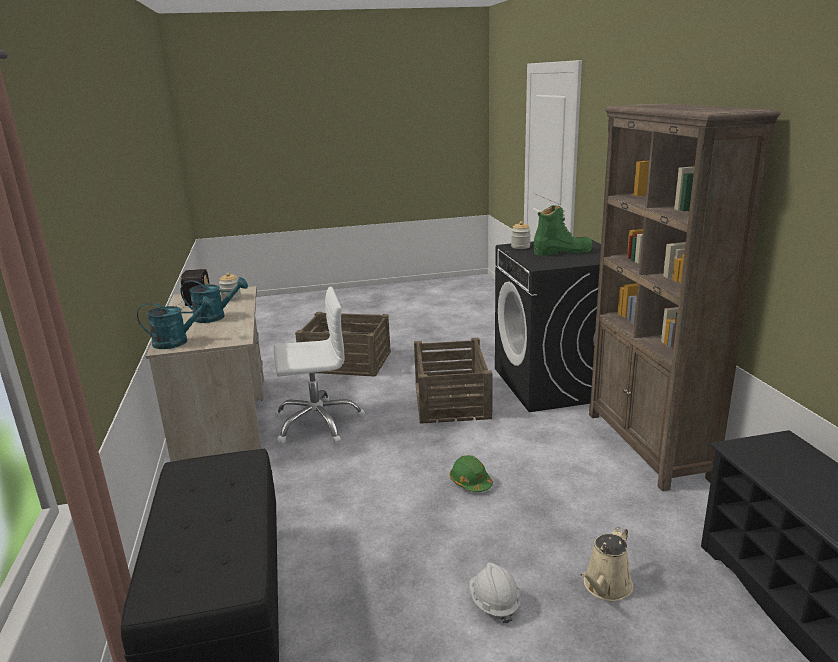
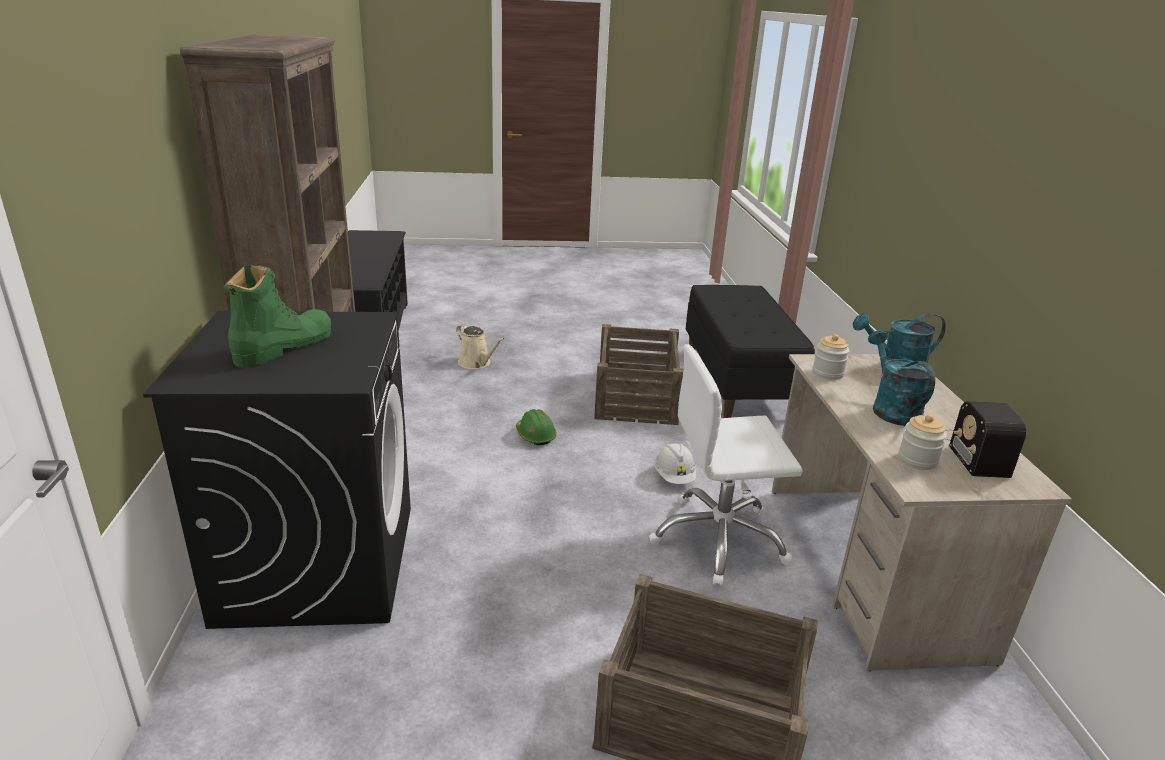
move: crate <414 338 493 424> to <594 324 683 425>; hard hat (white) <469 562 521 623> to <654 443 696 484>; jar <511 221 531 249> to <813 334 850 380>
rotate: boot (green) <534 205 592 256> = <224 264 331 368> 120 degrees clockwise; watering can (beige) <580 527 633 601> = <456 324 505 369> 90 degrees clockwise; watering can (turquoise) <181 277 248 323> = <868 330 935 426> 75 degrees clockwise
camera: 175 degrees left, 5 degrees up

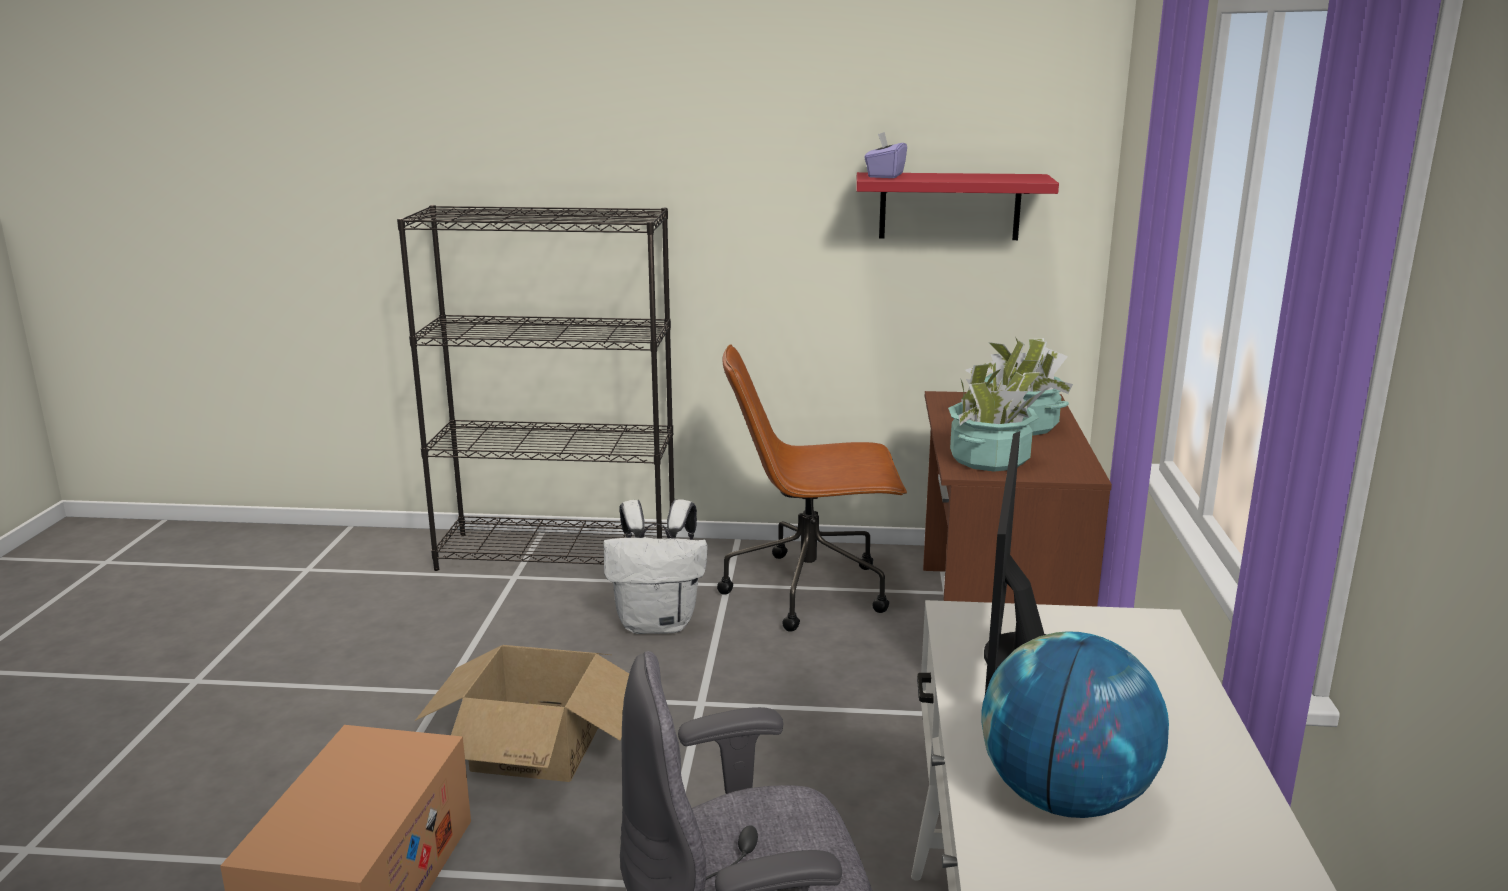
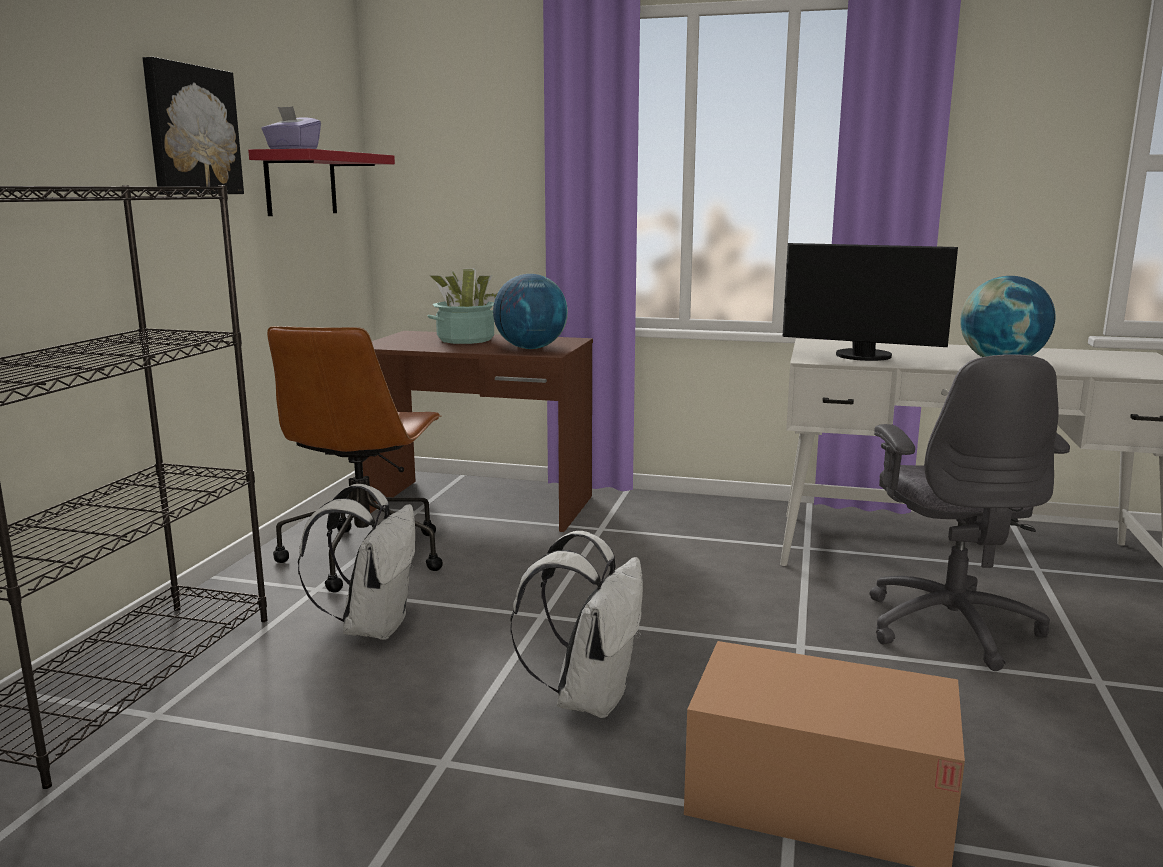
insert: picture <143 57 244 195>
replace: potted plant <948 363 1049 472> to globe <493 274 568 349>; cardboard box <415 645 629 782> to backpack (white) <510 531 643 718>
camera: 80 degrees left, 5 degrees down

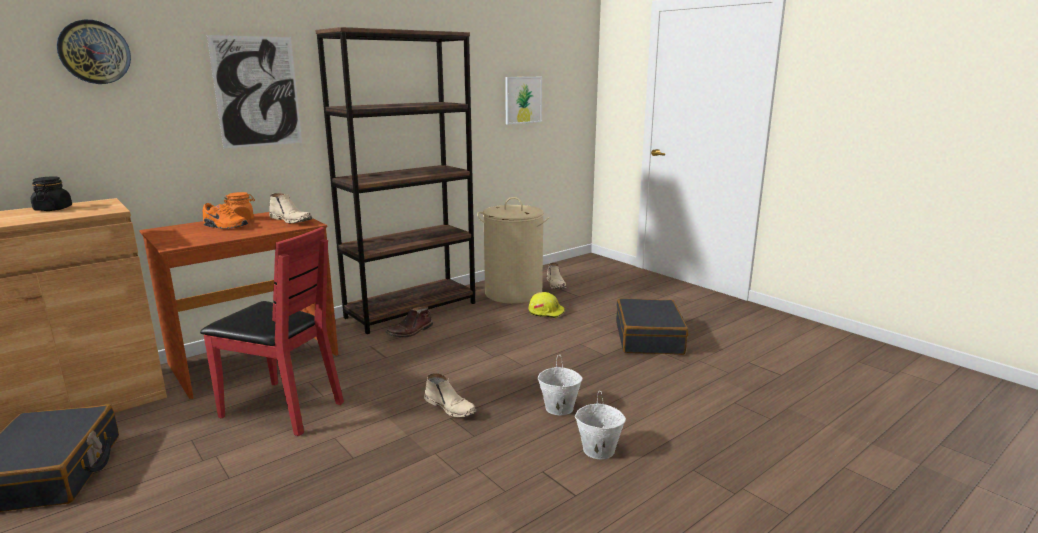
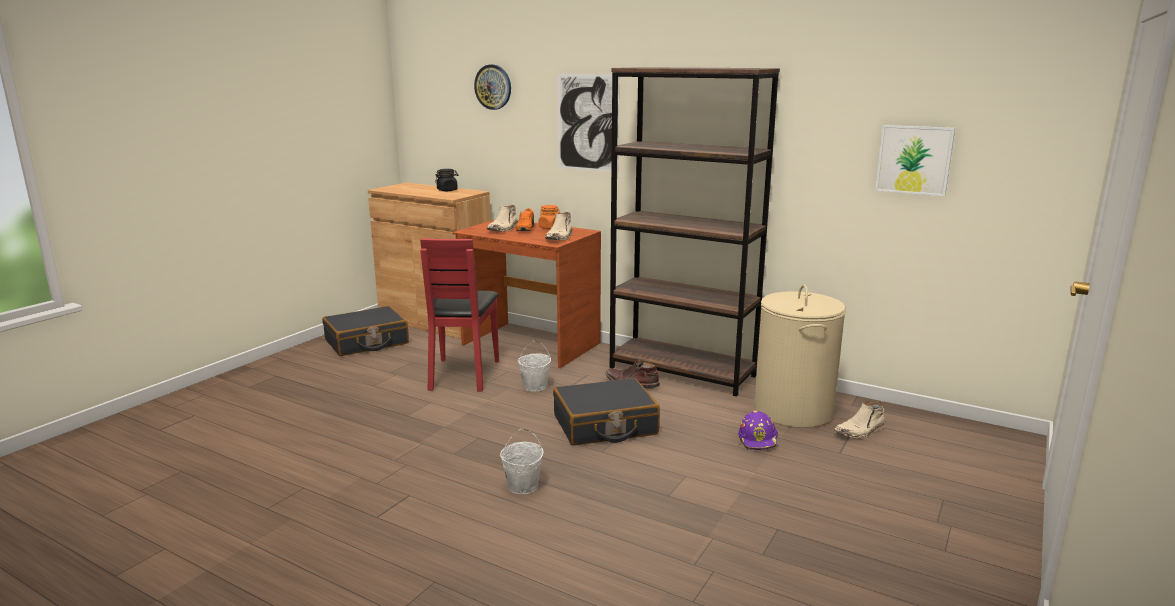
move: boot (beige) <424 373 477 417> to <487 205 518 232>; bucket (white) <575 391 626 459> to <518 341 551 392>; suitcase (black) <616 298 688 355> to <553 378 660 445>
recolor: hard hat (yellow) <528 292 565 318> to hard hat (purple) <738 410 778 450>
camera: 70 degrees right, 0 degrees up

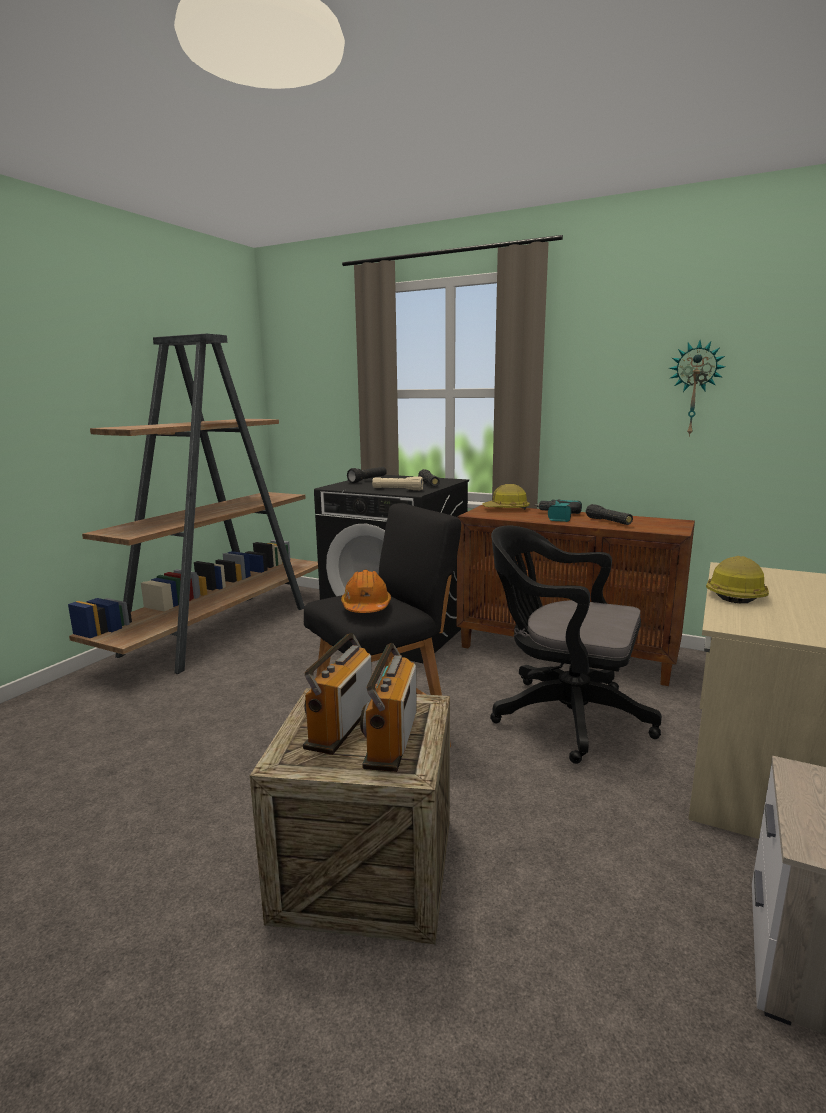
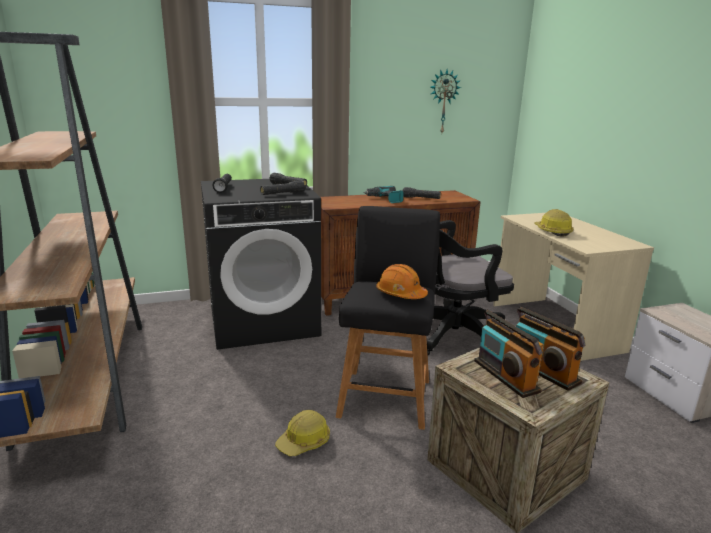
move: hard hat <483 484 530 510> to <275 410 330 456>
recolor: flashlight (beige) <372 476 424 490> to flashlight (black) <260 180 305 195>
camera: 45 degrees left, 5 degrees up

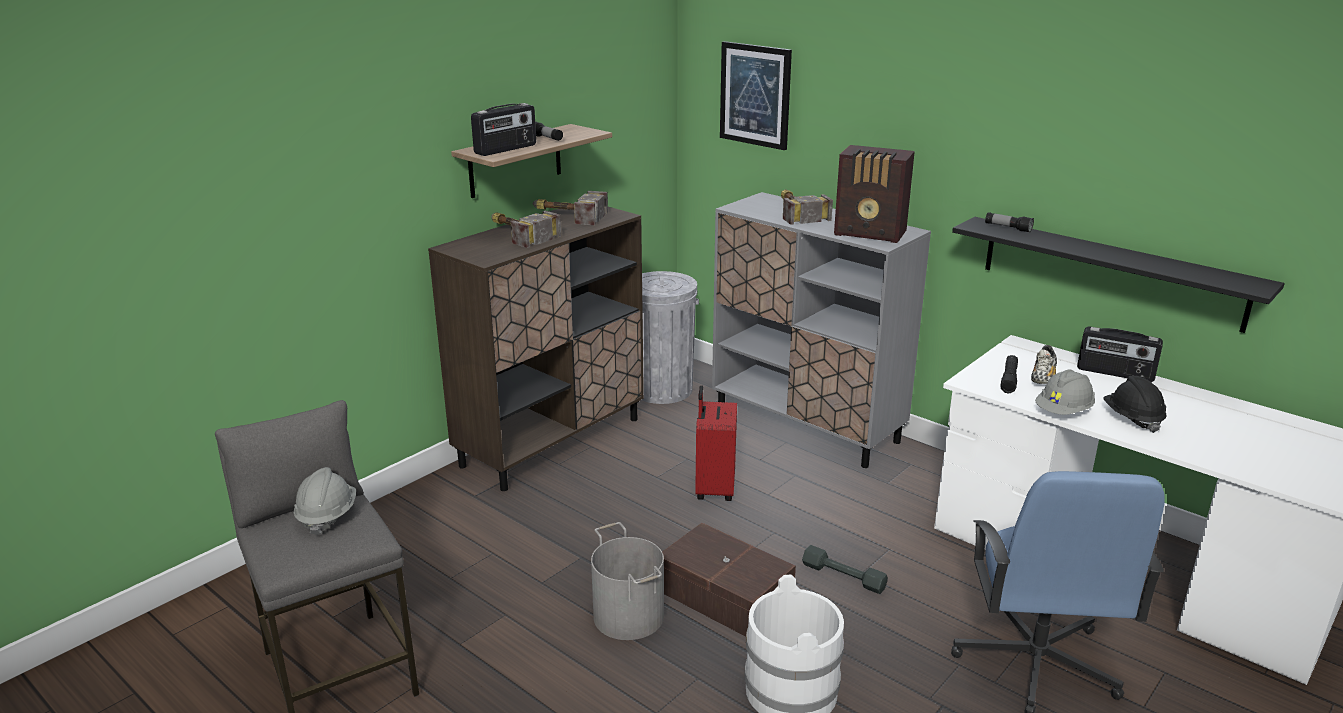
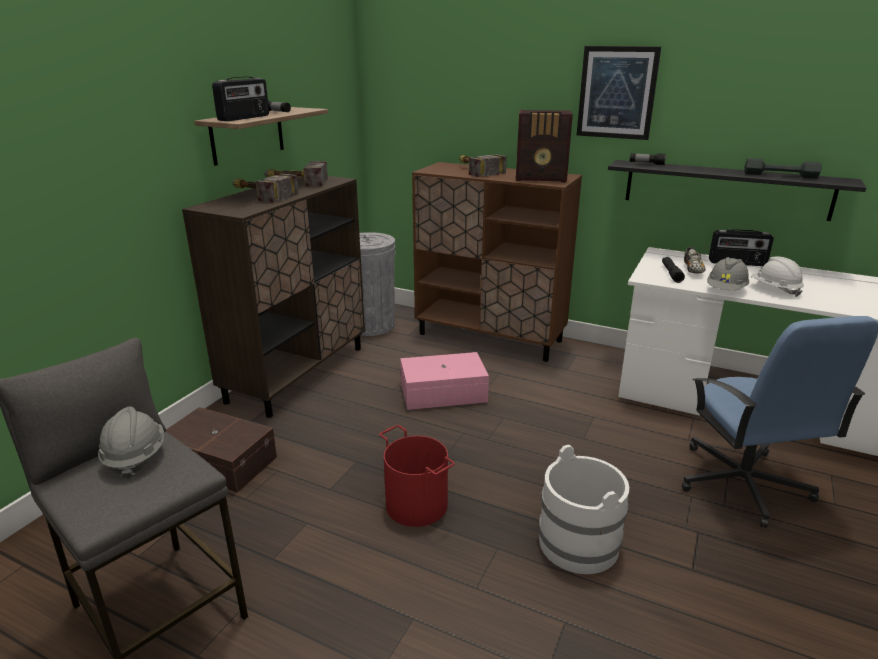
move: storage box (brown) <662 523 796 637> to <166 407 277 493>; picture <720 41 792 150> to <577 46 661 140>; dumbbell (grey) <802 545 888 594> to <744 158 822 178>
replace: suitcase (red) <695 386 737 501> to storage box (pink) <400 352 489 410>
recolor: bucket (grey) <591 522 664 640> to bucket (red) <379 425 455 527>; cabinet (grey) <712 192 931 468> to cabinet (brown) <412 162 582 362>; hard hat (black) <1103 376 1167 433> to hard hat (white) <751 256 804 297>
camera: 15 degrees left, 0 degrees up

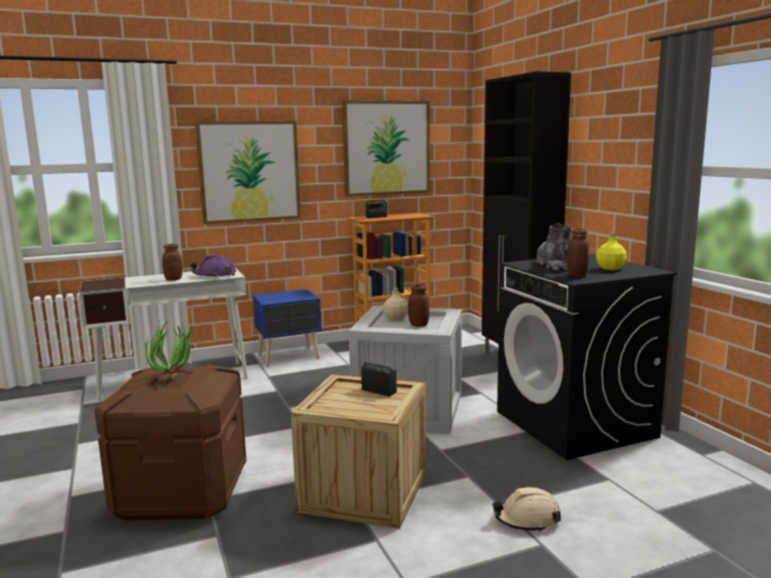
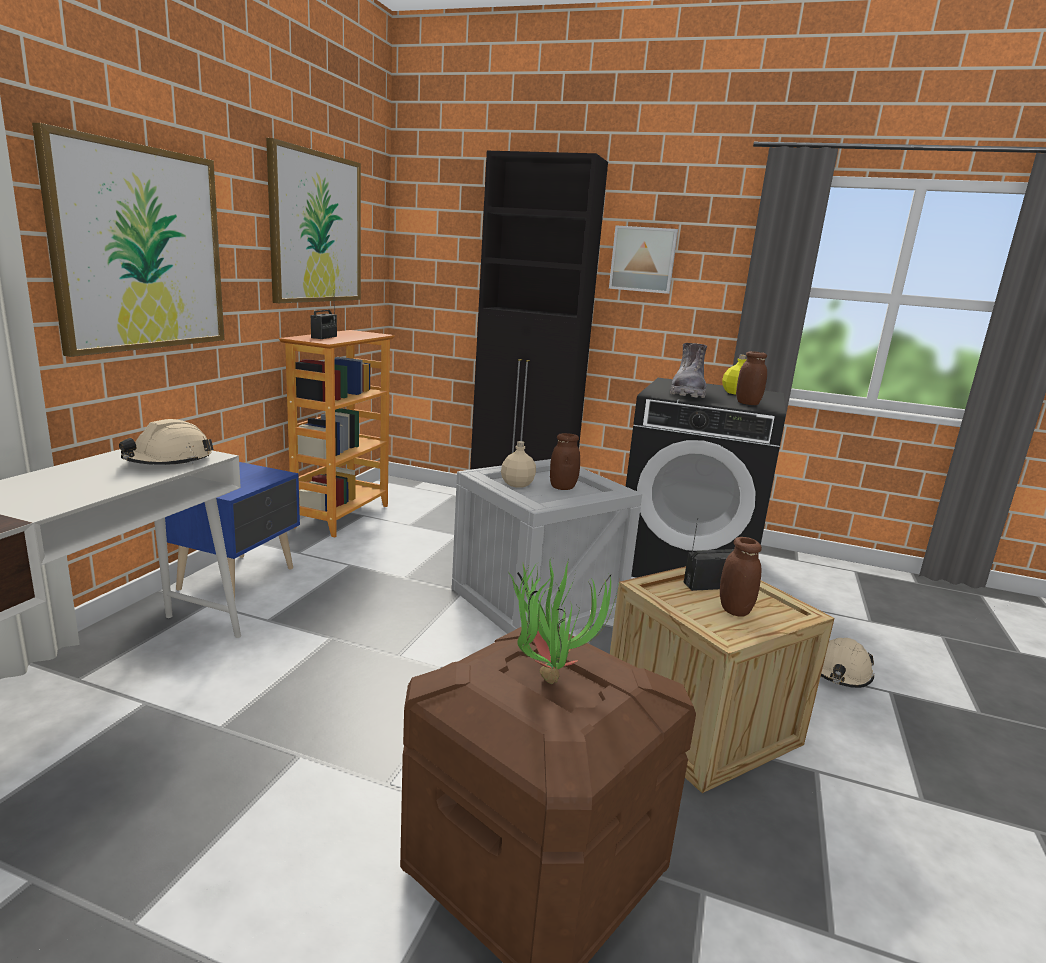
insert: picture <609 225 678 294>
move: jar (brown) <162 244 183 281> to <720 537 762 617>
recolor: hard hat (purple) <191 255 236 277> to hard hat (beige) <119 419 214 465>
rotate: boot (grey) <537 223 572 270> = <670 343 707 398> 120 degrees counterclockwise
camera: 50 degrees left, 5 degrees up

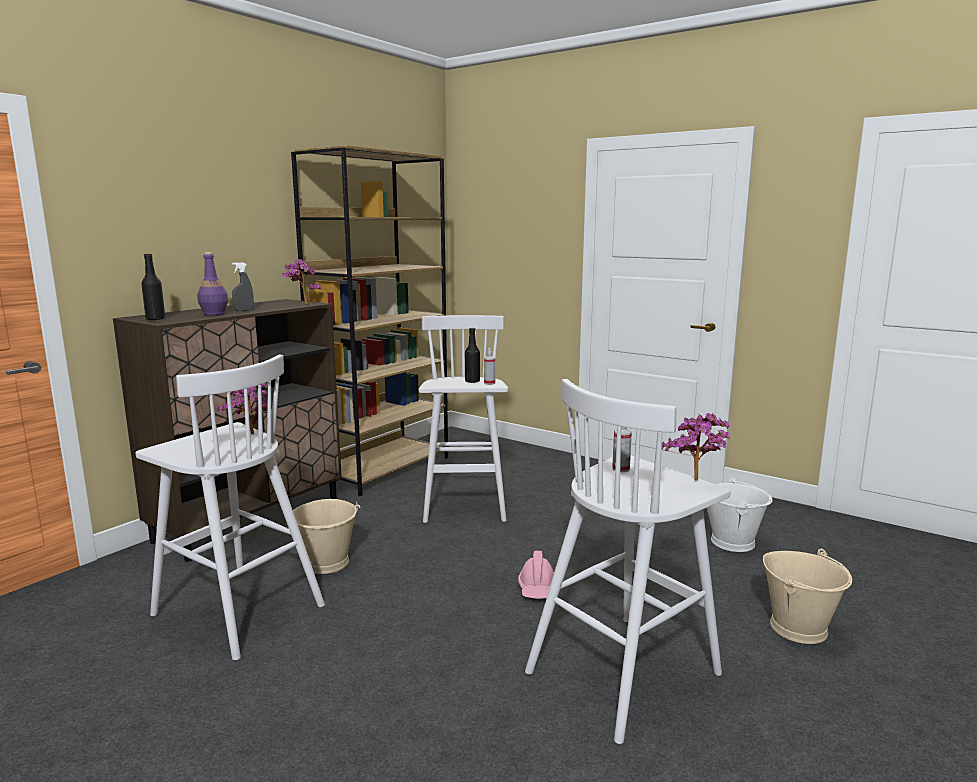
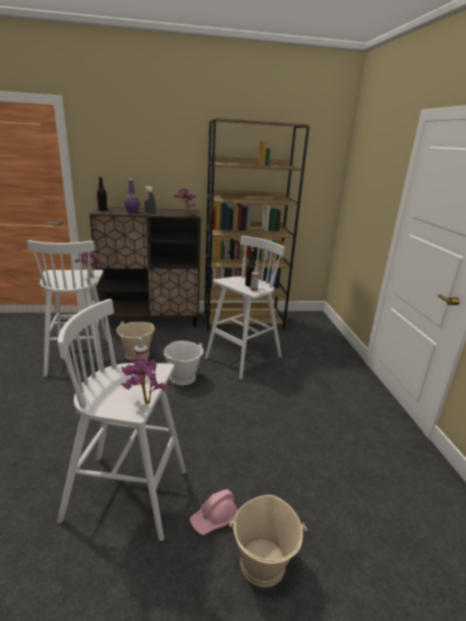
move: bucket (white) <707 477 772 552> to <164 341 204 385>; hard hat (pink) <518 551 554 599> to <190 489 238 535>
camera: 45 degrees right, 10 degrees up

